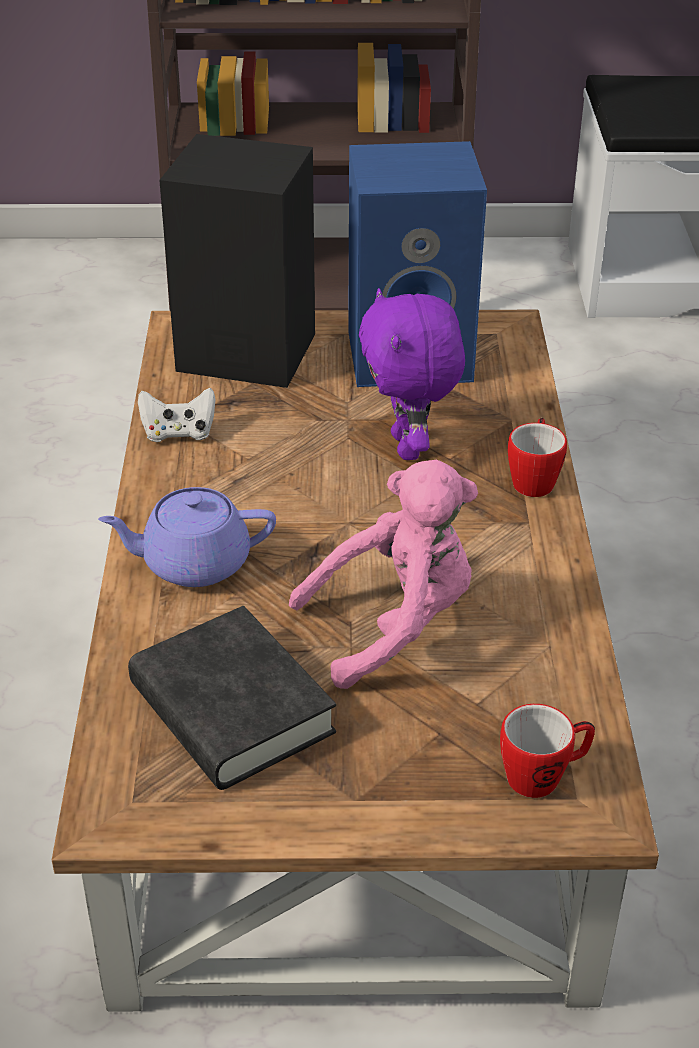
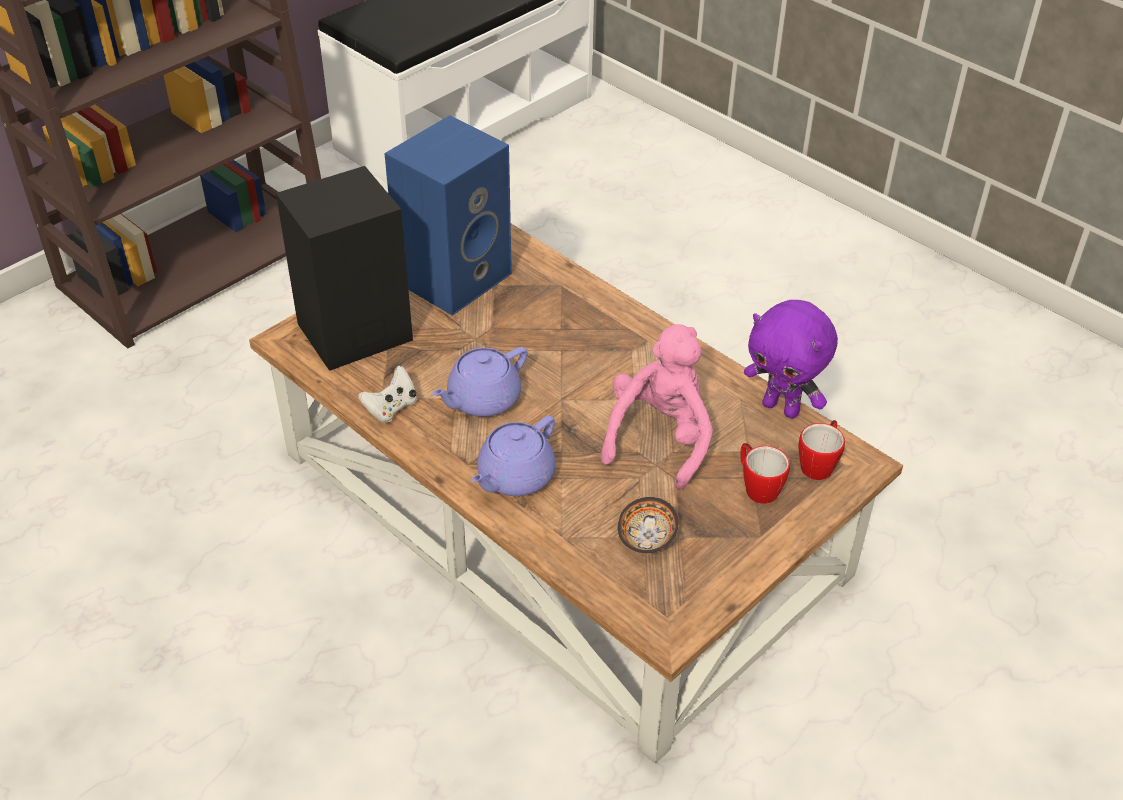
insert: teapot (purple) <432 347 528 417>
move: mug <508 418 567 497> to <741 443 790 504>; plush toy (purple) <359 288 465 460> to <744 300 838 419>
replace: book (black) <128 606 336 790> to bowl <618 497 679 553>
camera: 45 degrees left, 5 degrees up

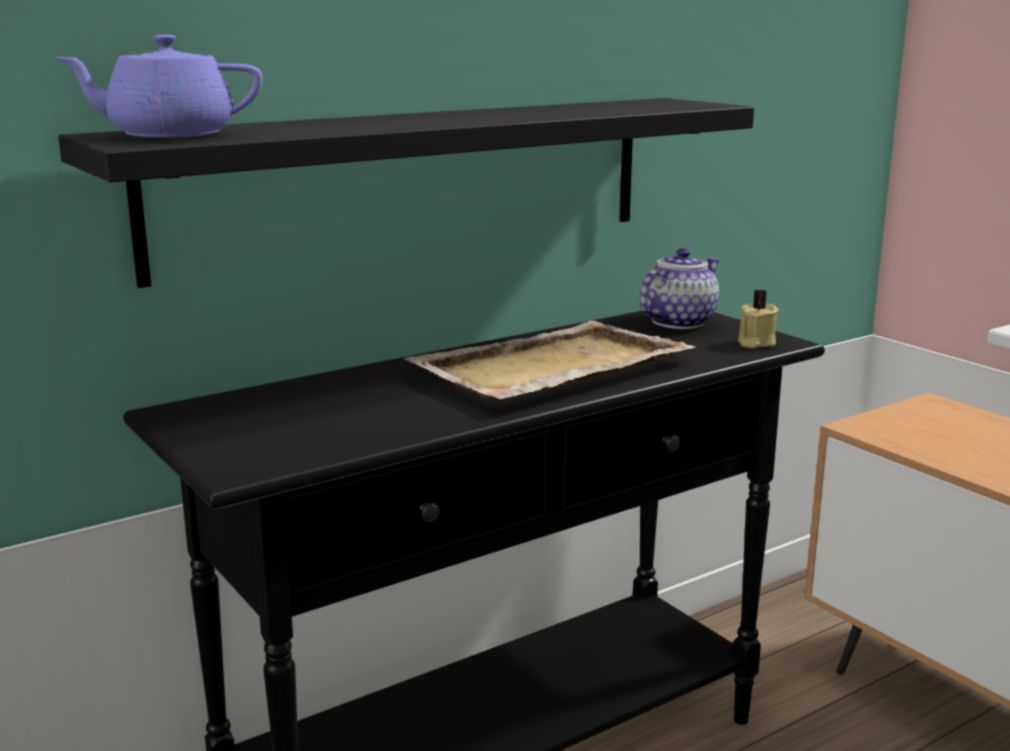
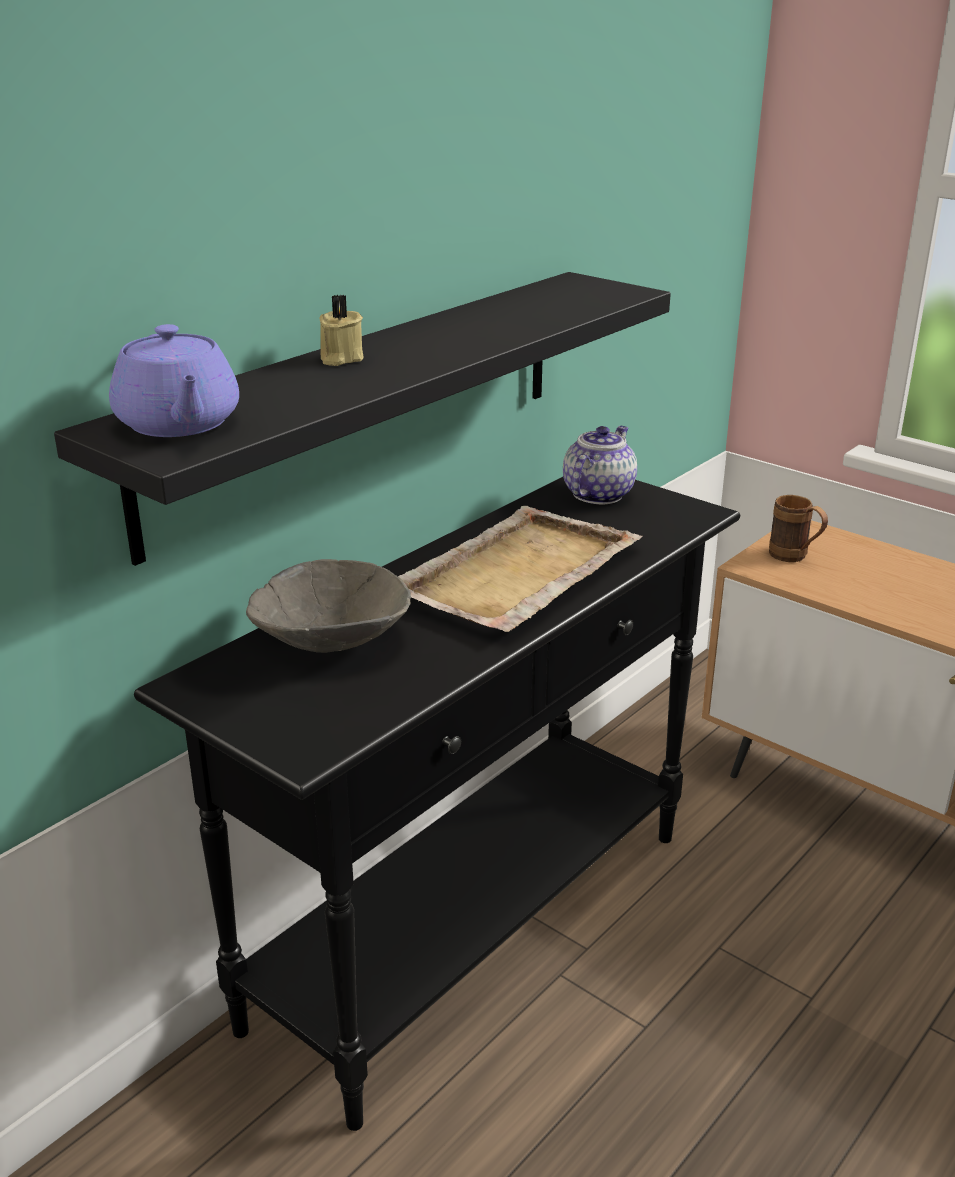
insert: bowl (grey) <246 559 411 653>; mug (brown) <769 495 828 562>
move: candle (beige) <738 290 779 349> to <320 295 364 366>
rotate: teapot (purple) <55 35 263 138> = <109 324 239 437> 90 degrees counterclockwise
camera: 15 degrees left, 10 degrees up

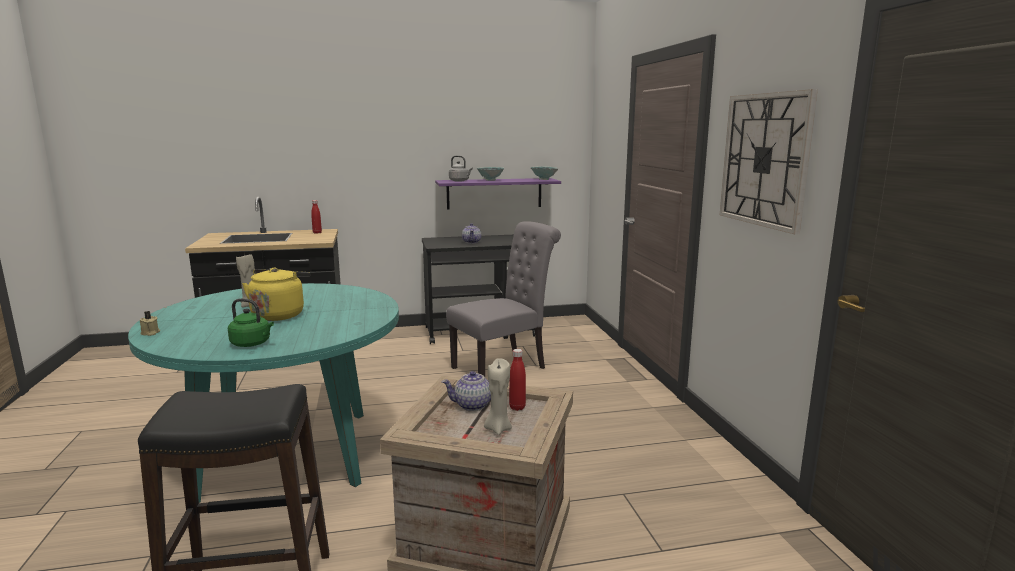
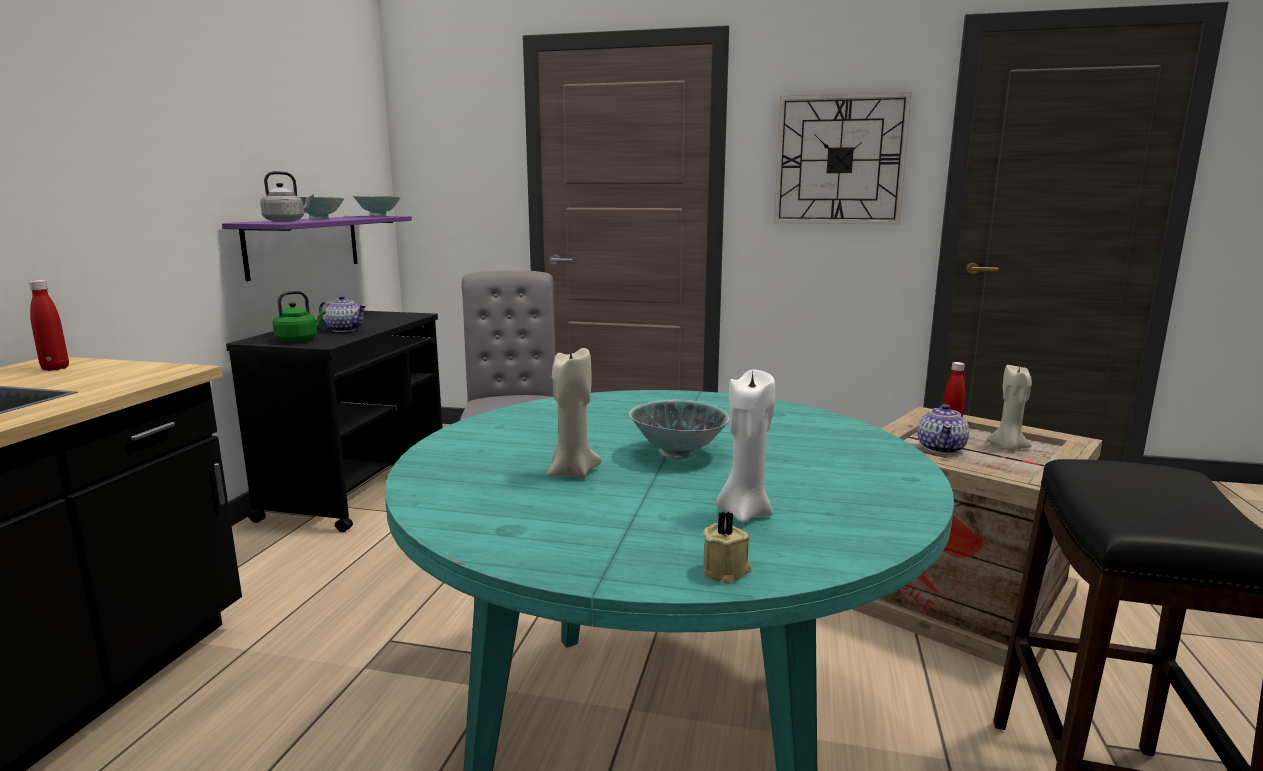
insert: candle (white) <716 370 775 523>
move: kettle (green) <228 299 274 347> to <273 291 326 342>
replace: kettle (yellow) <242 268 310 321> to bowl <629 400 730 459>
camera: 65 degrees left, 0 degrees up

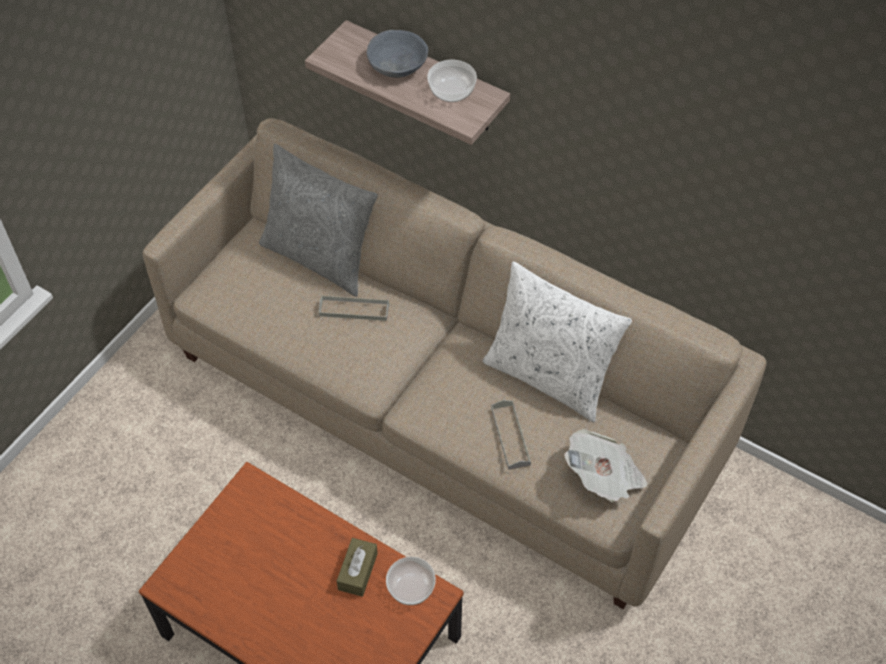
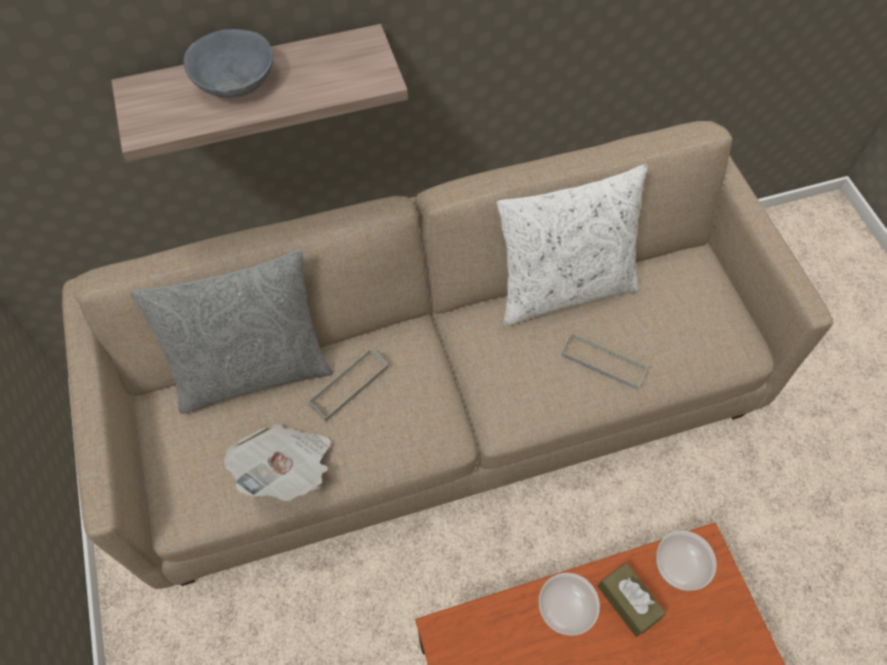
move: newspaper <564 429 648 502> to <224 423 331 501>; bowl <427 60 477 102> to <539 573 600 636>
camera: 50 degrees left, 5 degrees up

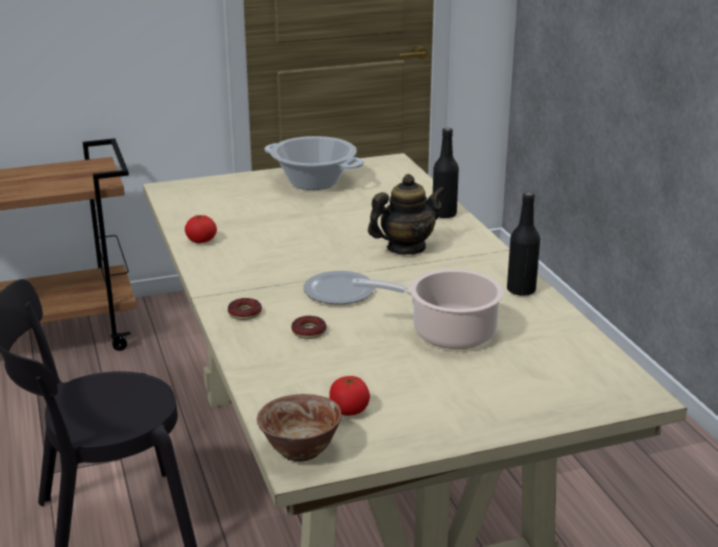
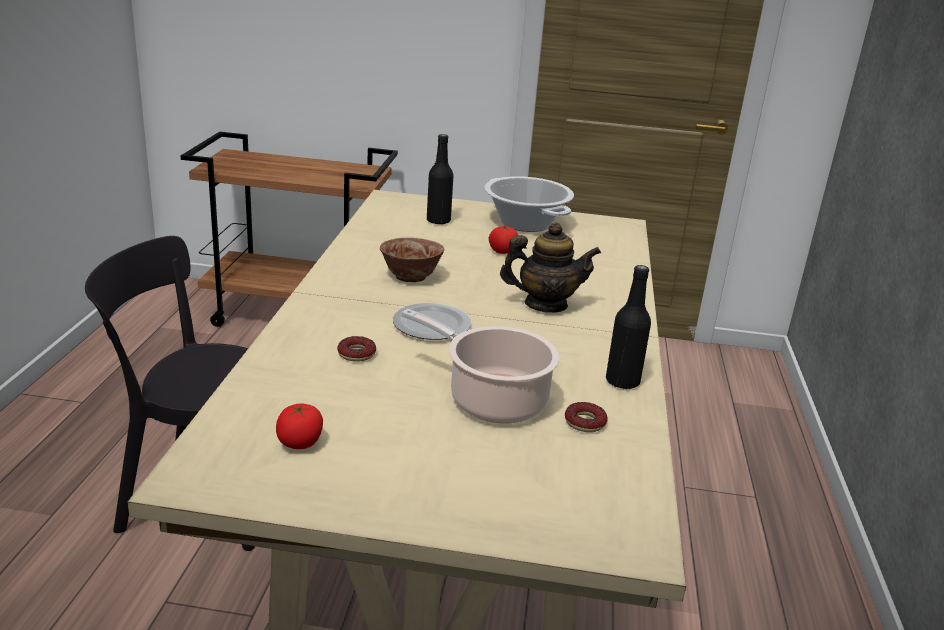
move: bowl <257 394 341 462> to <380 238 444 282>; bottle (black) <433 128 459 218> to <427 134 454 225>; tomato <185 215 217 243> to <489 226 518 254>; donut <228 298 262 320> to <565 402 608 432>
camera: 25 degrees right, 0 degrees up

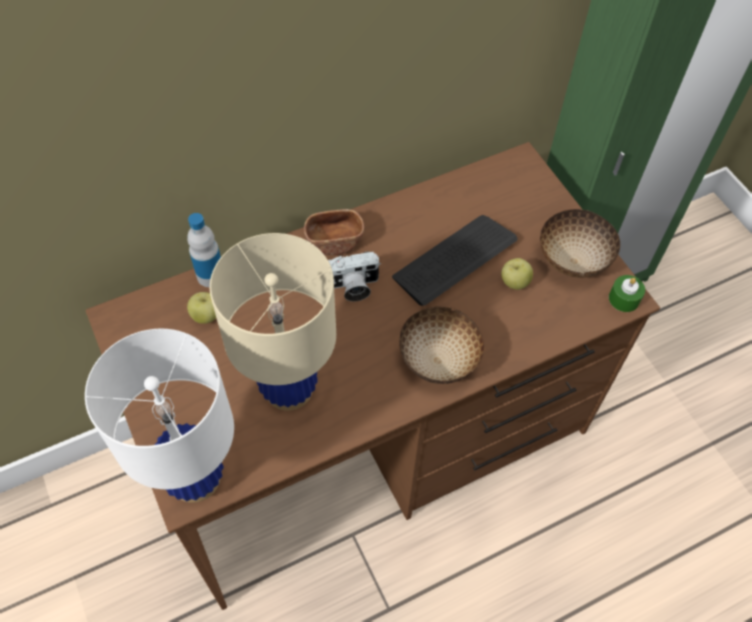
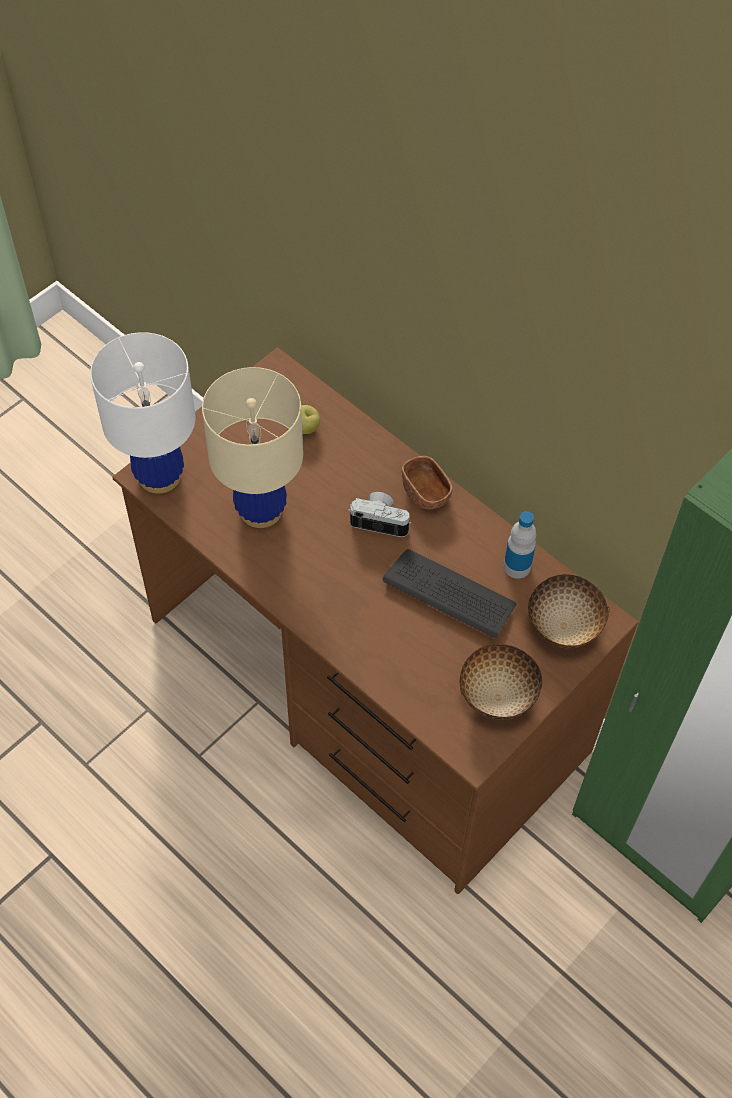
delete: apple <501 258 533 290>; candle (green) <609 275 645 312>
move: bottle <187 213 221 287> to <504 511 536 579>; bowl <399 306 485 384> to <528 574 610 648>
rotate: photo camera <328 251 381 302> = <348 492 412 537> 135 degrees clockwise
camera: 70 degrees right, 0 degrees up

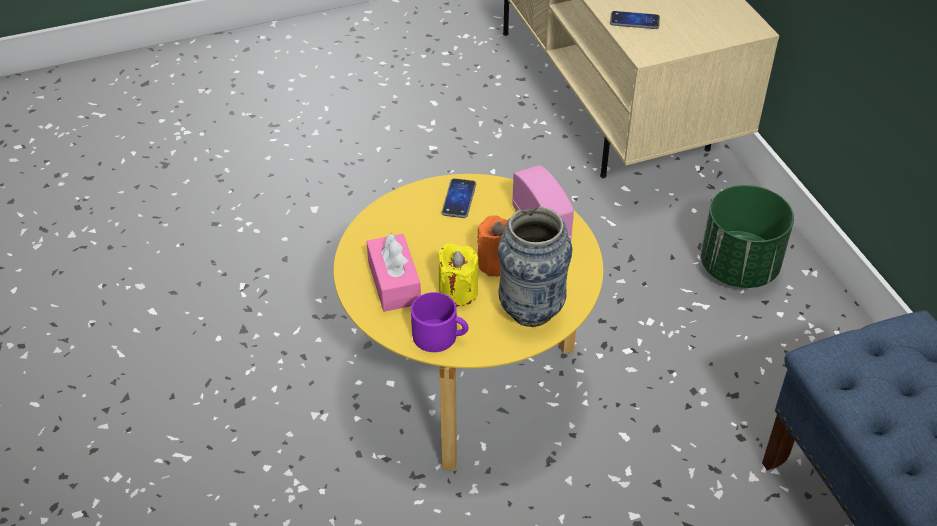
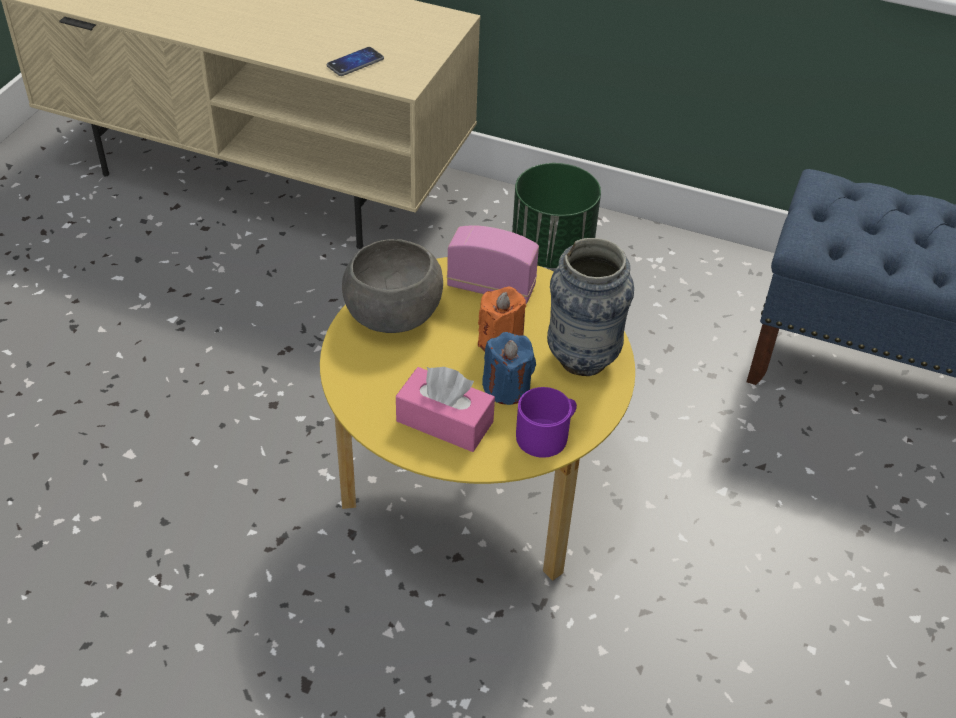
replace: phone <441 178 476 218> to bowl (grey) <342 239 443 333>
recolor: candle (yellow) <438 243 479 306> to candle (blue) <482 332 536 405>
camera: 50 degrees left, 0 degrees up

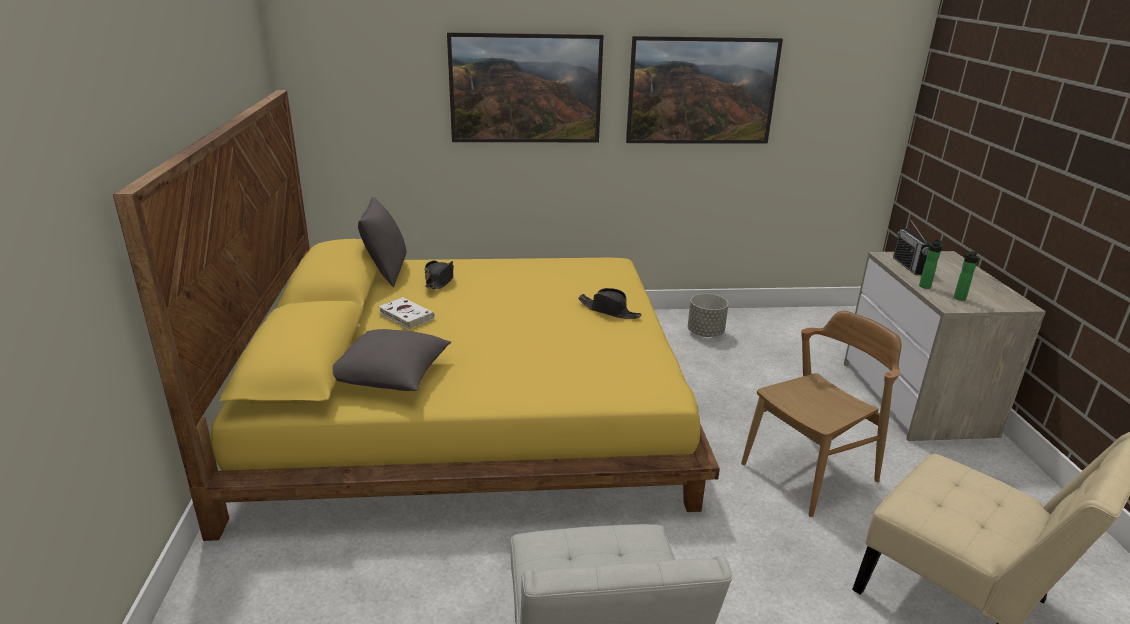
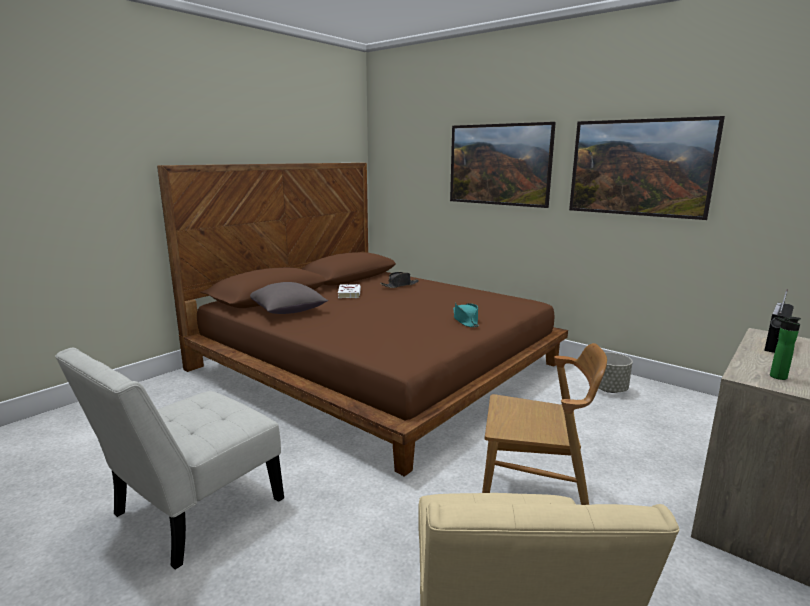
delete: pillow (grey) <358 197 407 287>; bottle <919 239 942 289>
recolor: bed (yellow) <113 90 720 541> to bed (brown) <157 163 568 477>; hat (black) <578 288 642 319> to hat (turquoise) <453 303 479 327>
camera: 45 degrees right, 10 degrees down

